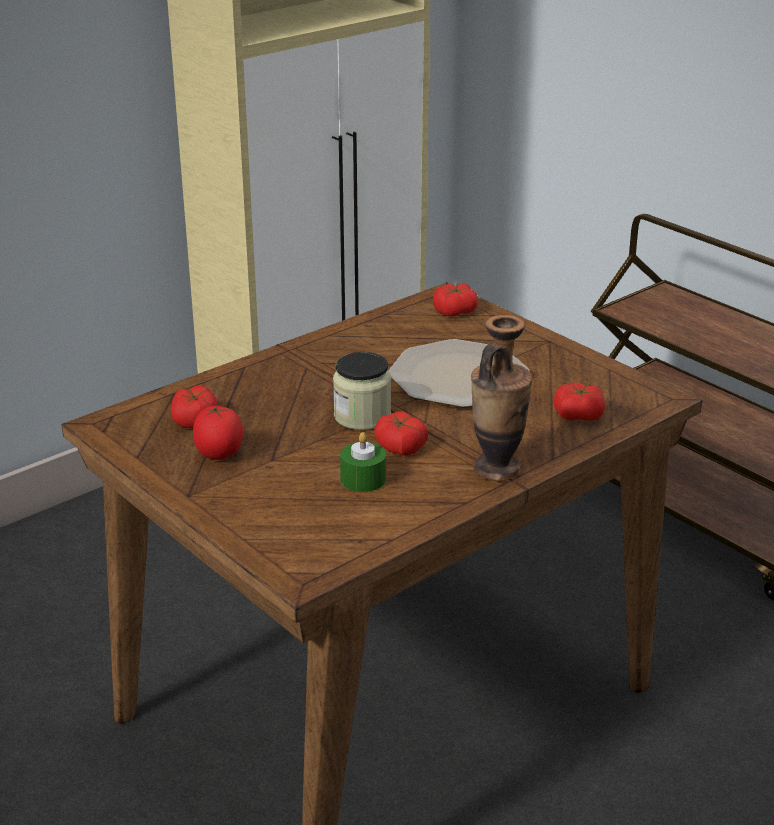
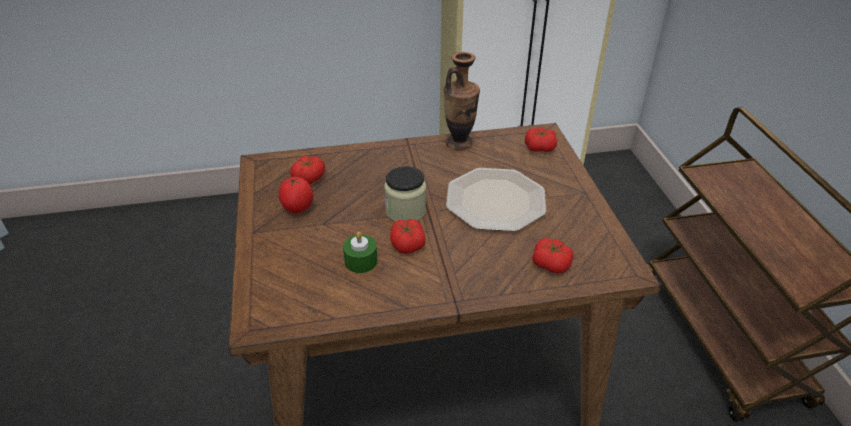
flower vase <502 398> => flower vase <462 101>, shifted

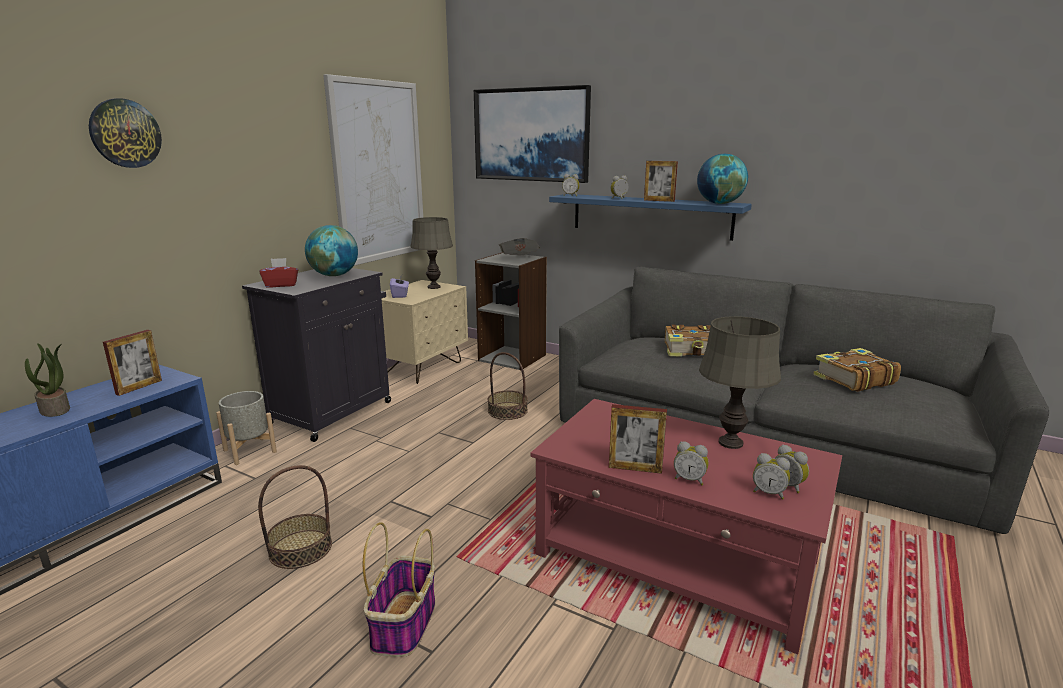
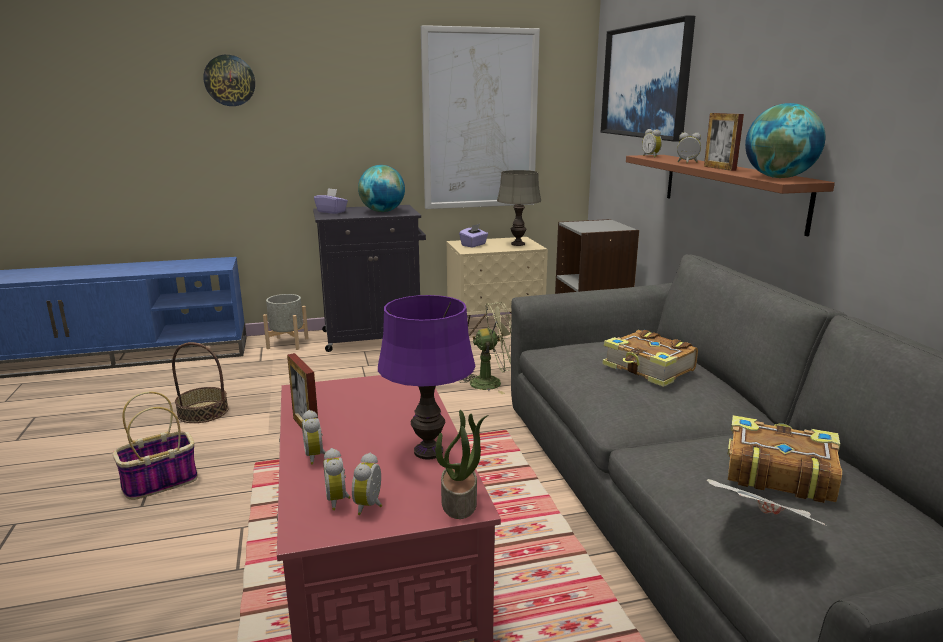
reddish box of tissues <278 273> => purple box of tissues <331 201>
grey table lamp <740 382> => purple table lamp <427 377>
potted plant <47 380> => potted plant <462 464>, shifted
storage basket <508 386> => green cooling fan <485 348>
blue bracket shelf <650 217> => brownish bracket shelf <730 195>
printed paper <519 246> => printed paper <767 503>, shifted
standing frame <132 363> => nothing

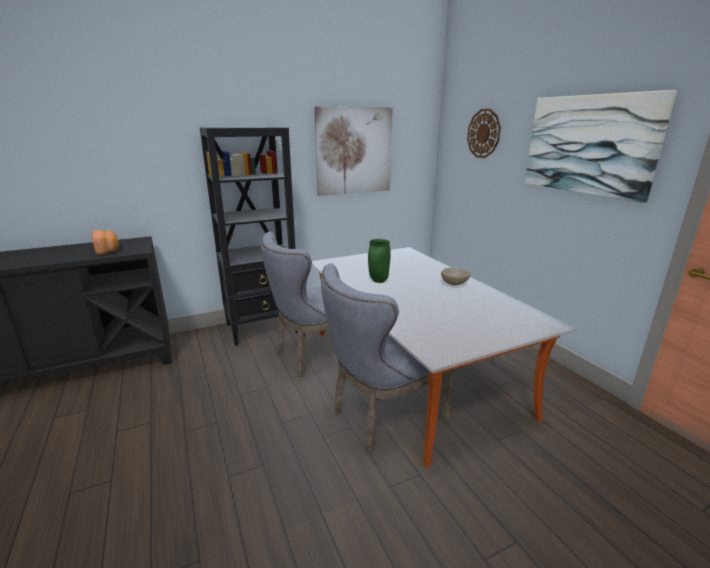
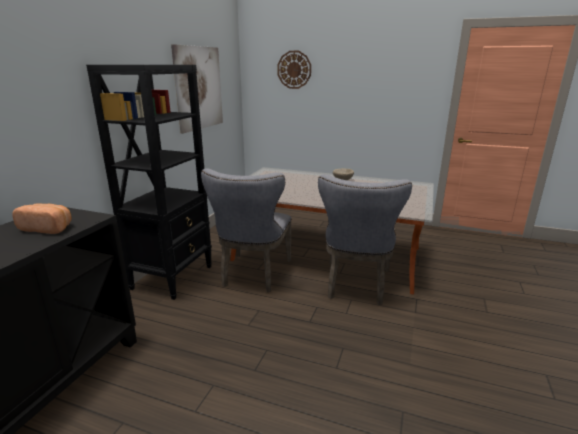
green flower vase <379 261> => nothing
wall art <601 146> => nothing

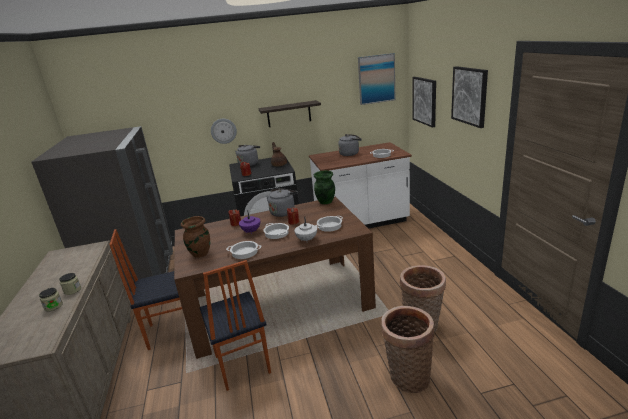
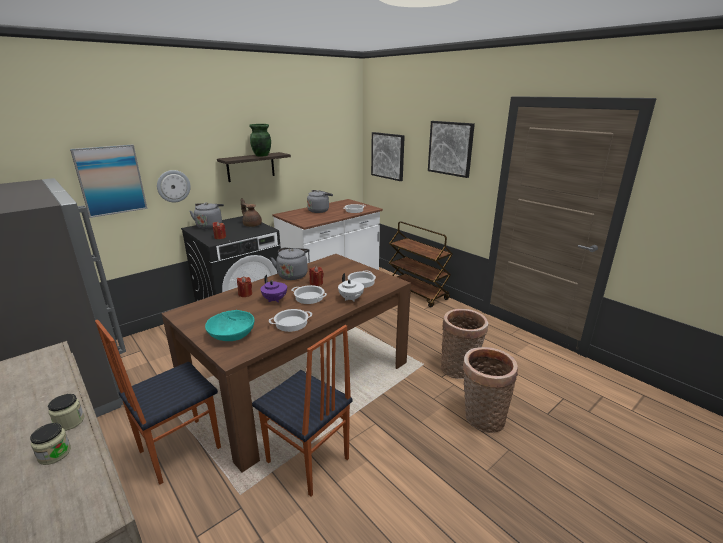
wall art <377 79> => wall art <108 181>, shifted
brownish flower vase <195 237> => turquoise serving bowl <229 325>
green flower vase <324 187> => green flower vase <260 140>, shifted
nothing => brownish trolley <421 264>

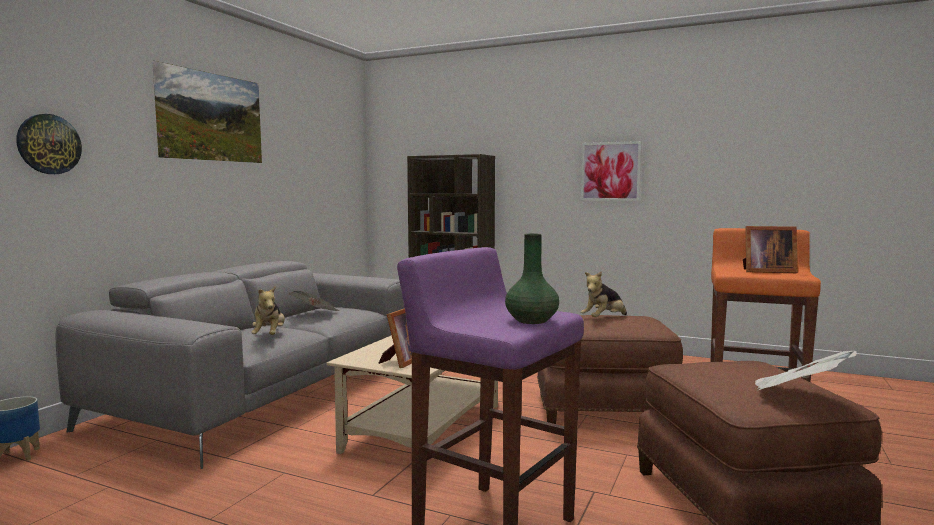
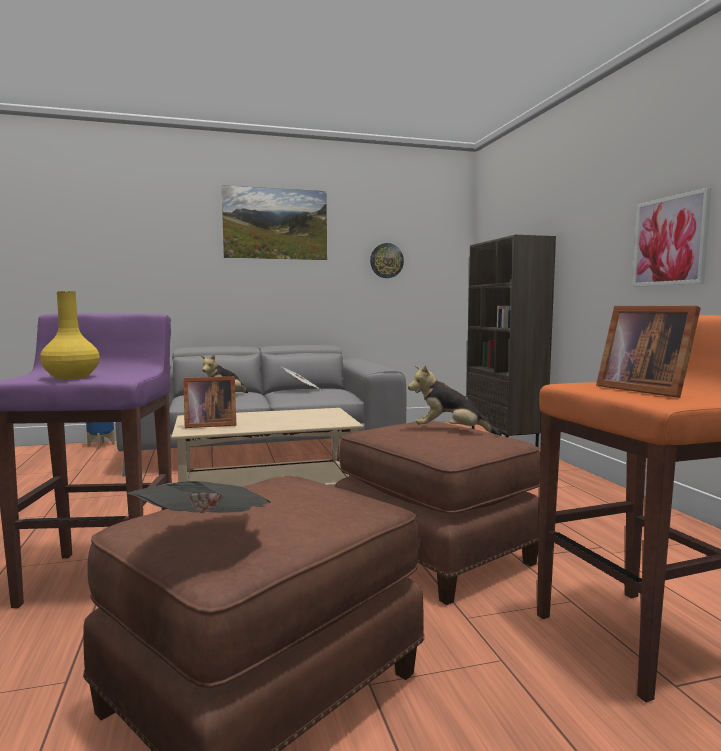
green flower vase <532 278> => yellow flower vase <70 335>
clock on the wall <49 144> => clock on the wall <387 260>, shifted

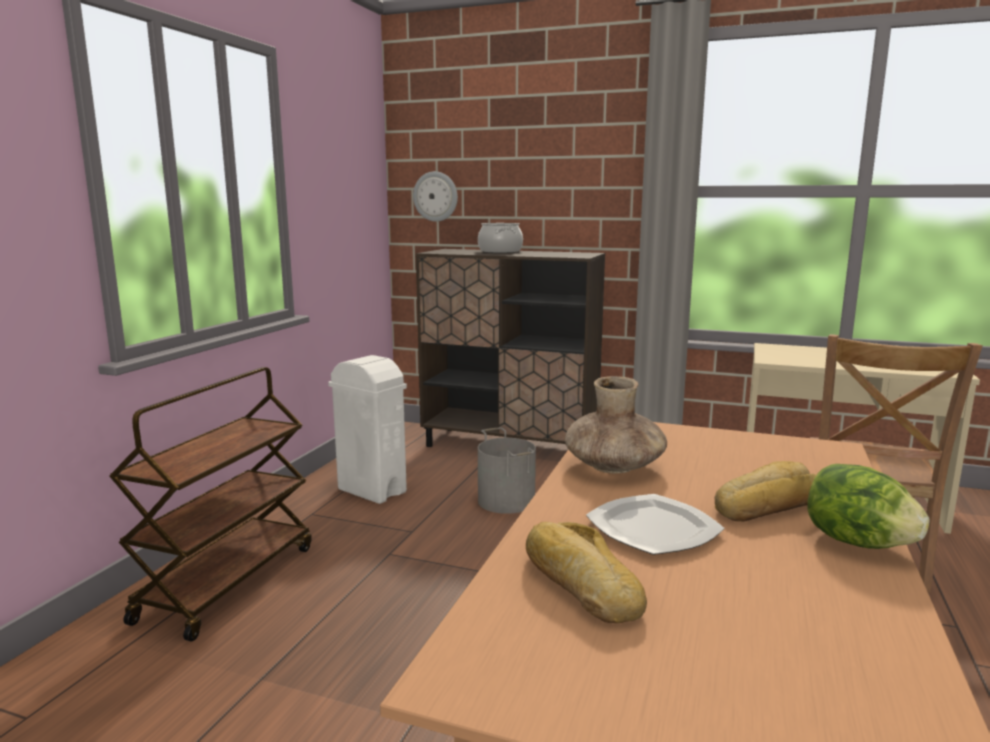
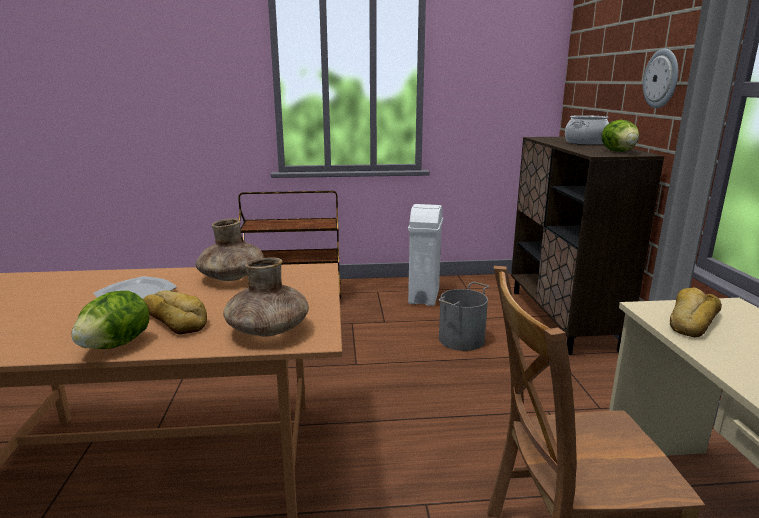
nothing => brownish flower vase <266 297>
nothing => head of lettuce <620 136>
clock on the wall <435 196> => clock on the wall <660 78>, shifted
baked bread <586 572> => baked bread <696 312>, shifted

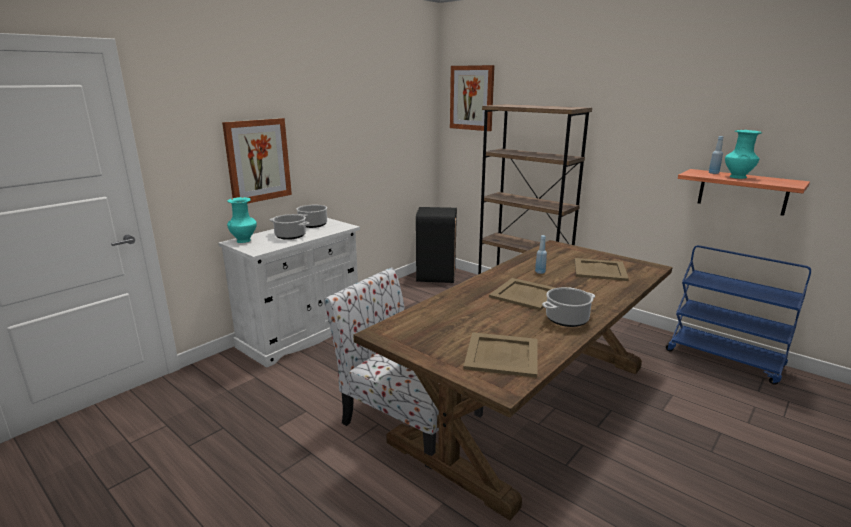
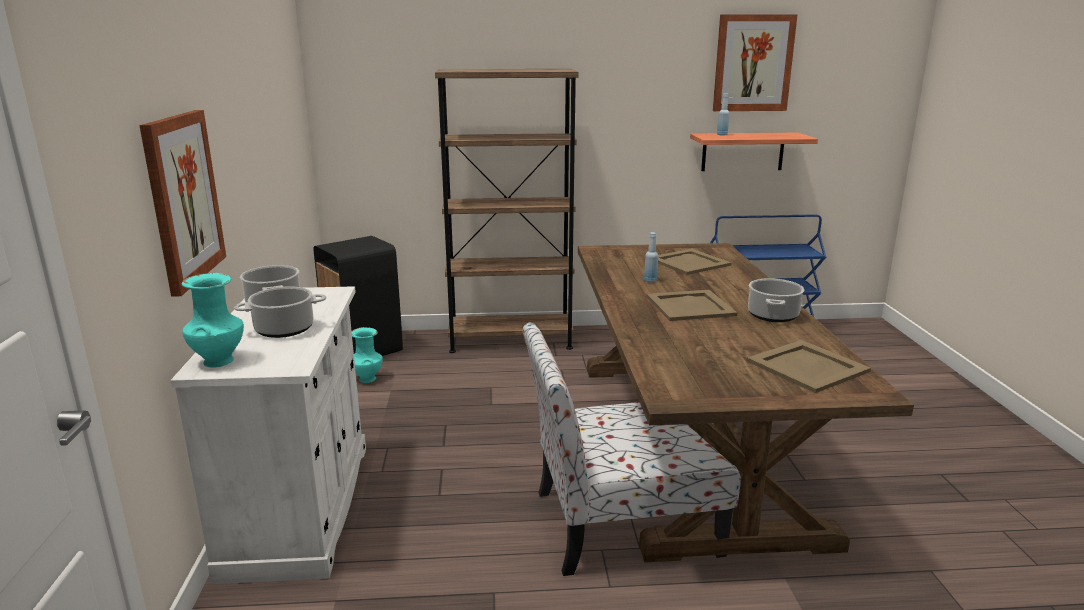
turquoise flower vase <743 154> => turquoise flower vase <367 355>, shifted
wall art <472 98> => wall art <755 62>, shifted

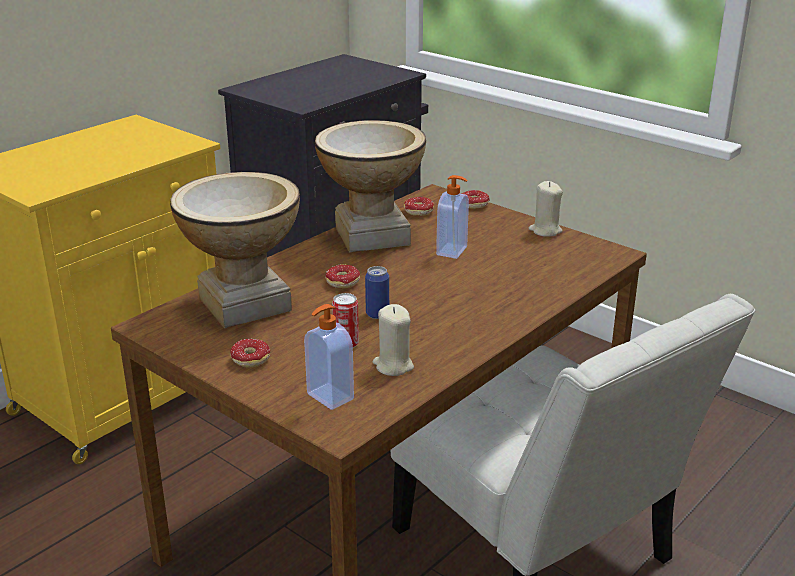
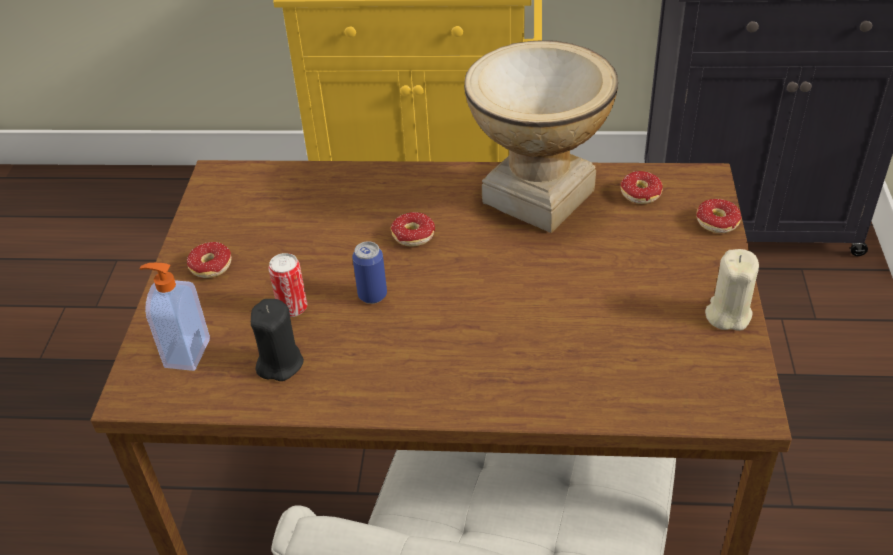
beige-coloured wax light <393 340> => black-coloured wax light <277 340>
flower vase <235 250> => nothing
liquid soap bottle <452 217> => nothing

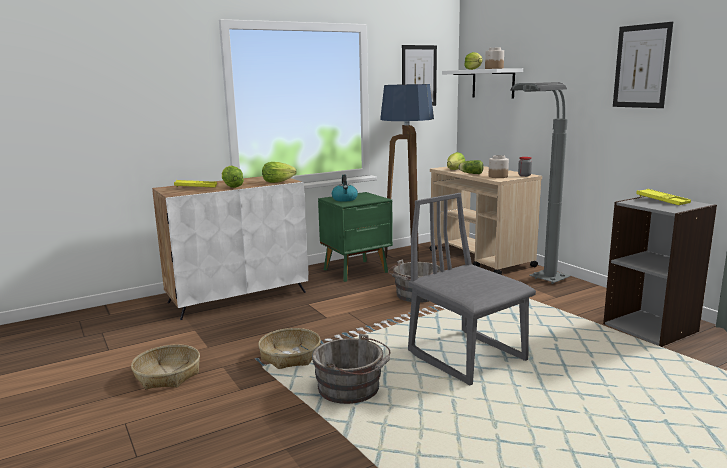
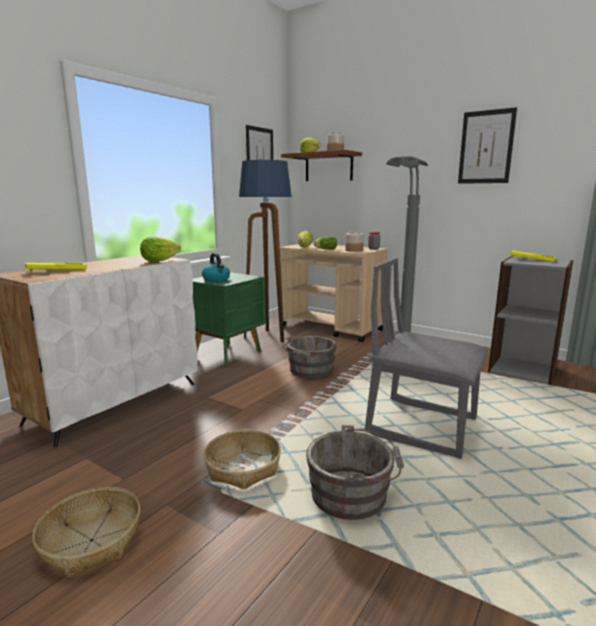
whitish bracket shelf <482 83> => brownish bracket shelf <321 165>
head of lettuce <233 177> => nothing

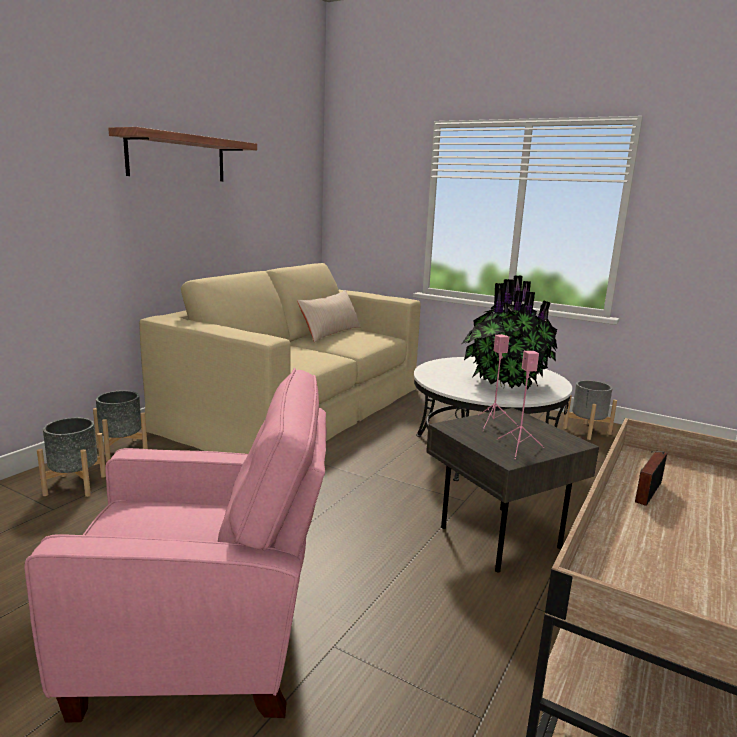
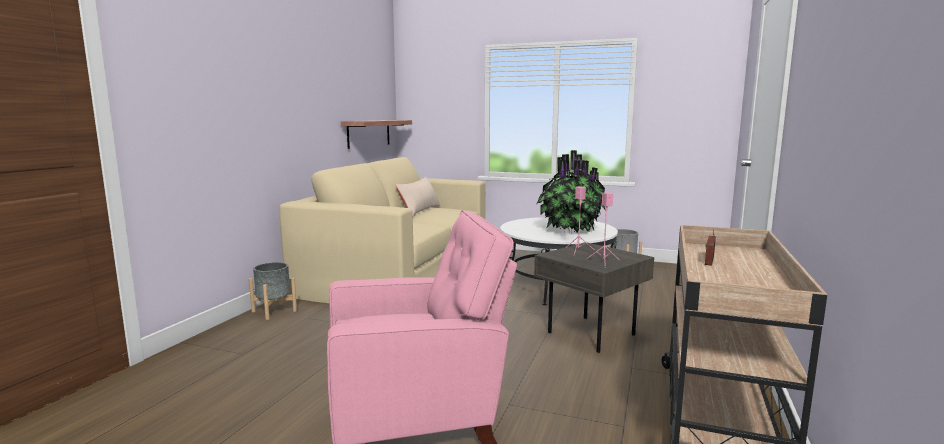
bracket shelf <182 154> => bracket shelf <376 134>, shifted
grey plant pot <71 457> => nothing

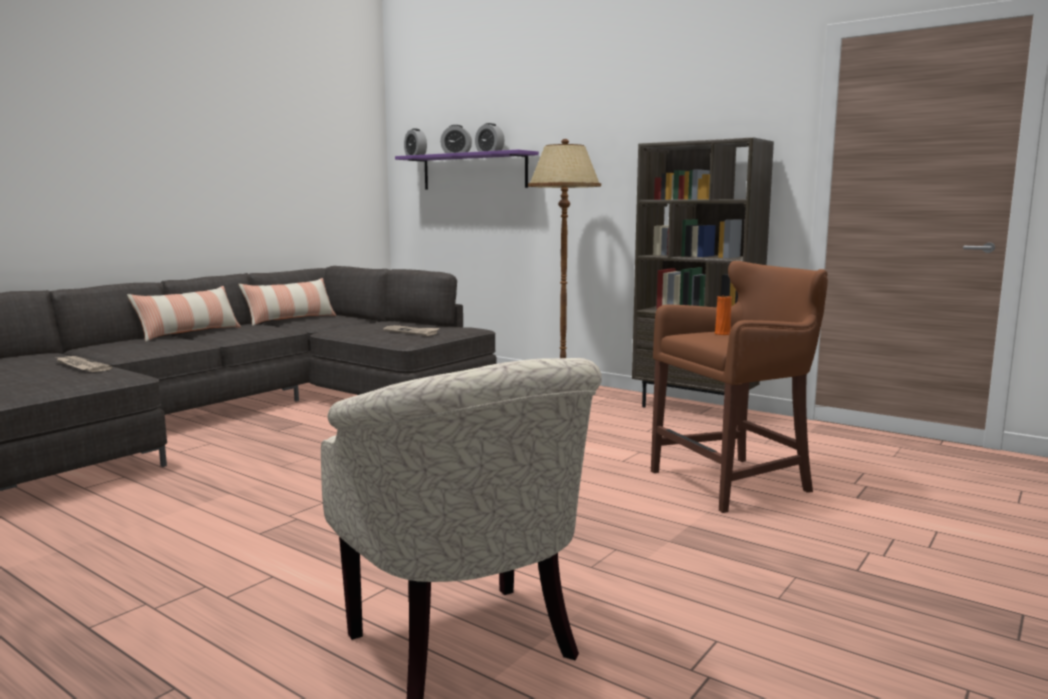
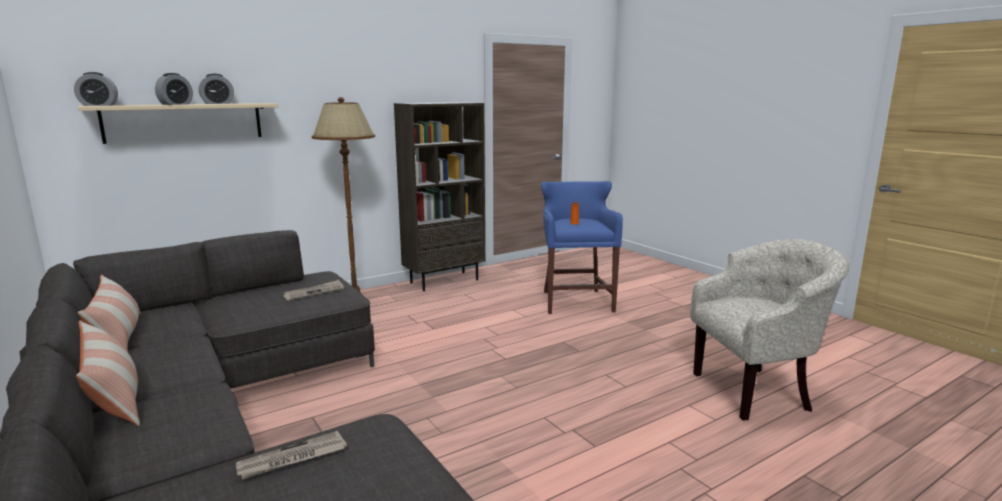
purple bracket shelf <467 169> => beige-coloured bracket shelf <178 123>
brownish stool <739 387> => blue stool <582 247>

